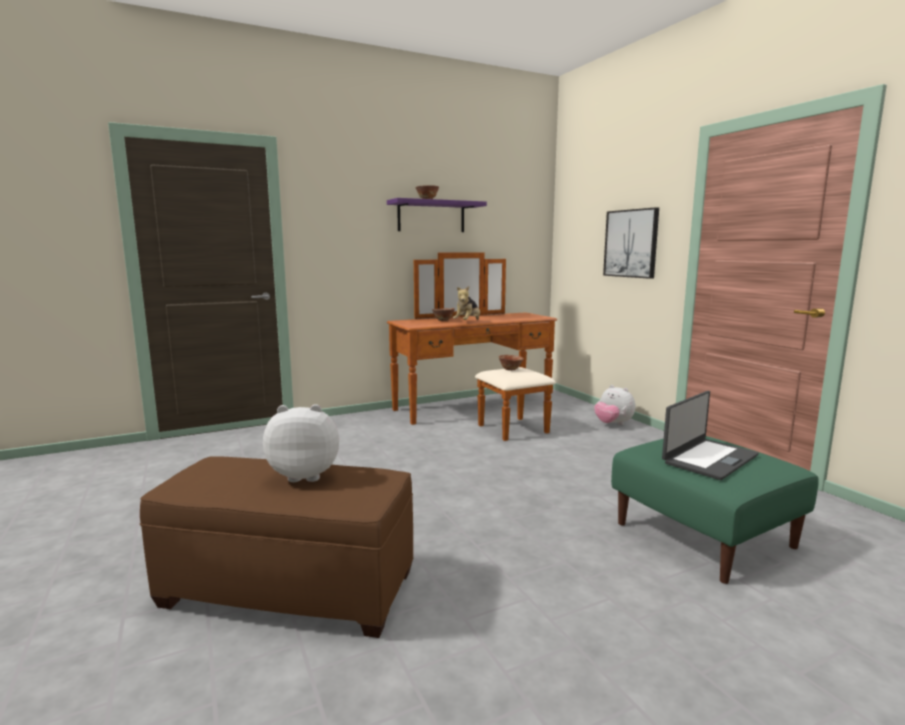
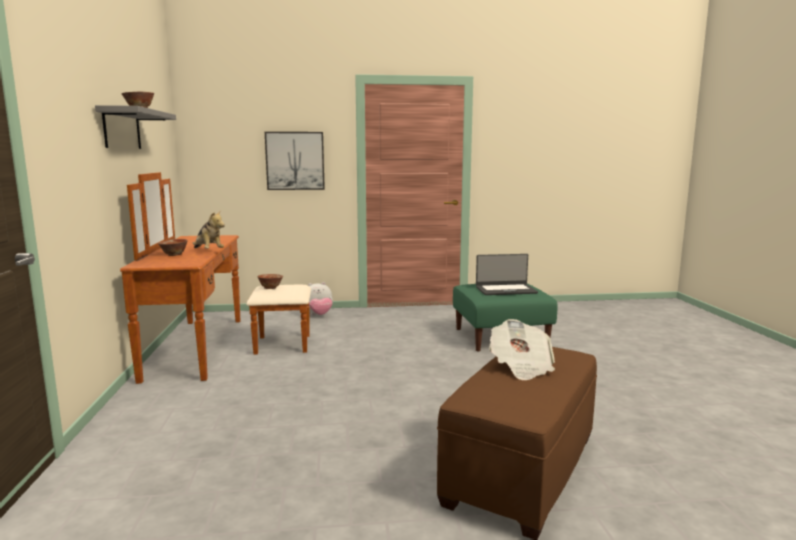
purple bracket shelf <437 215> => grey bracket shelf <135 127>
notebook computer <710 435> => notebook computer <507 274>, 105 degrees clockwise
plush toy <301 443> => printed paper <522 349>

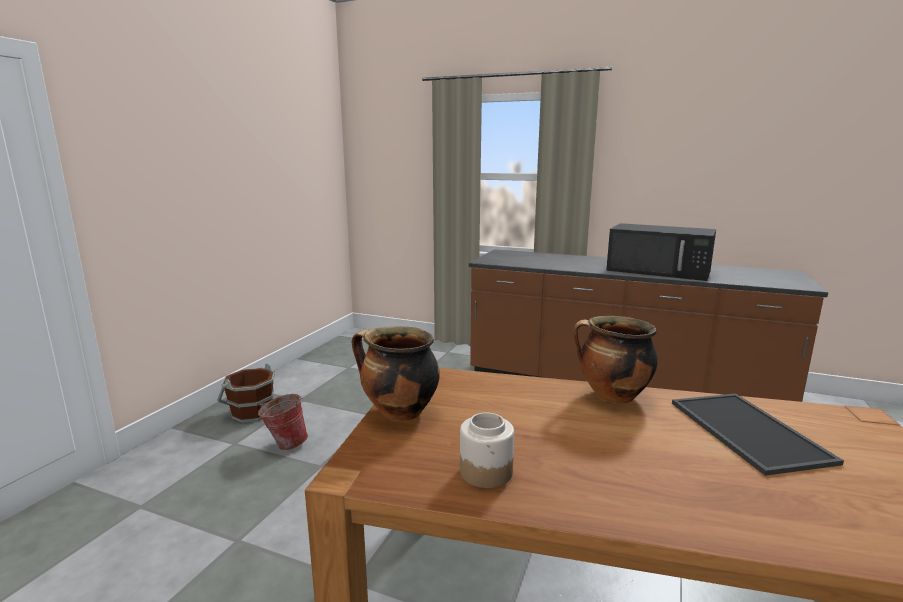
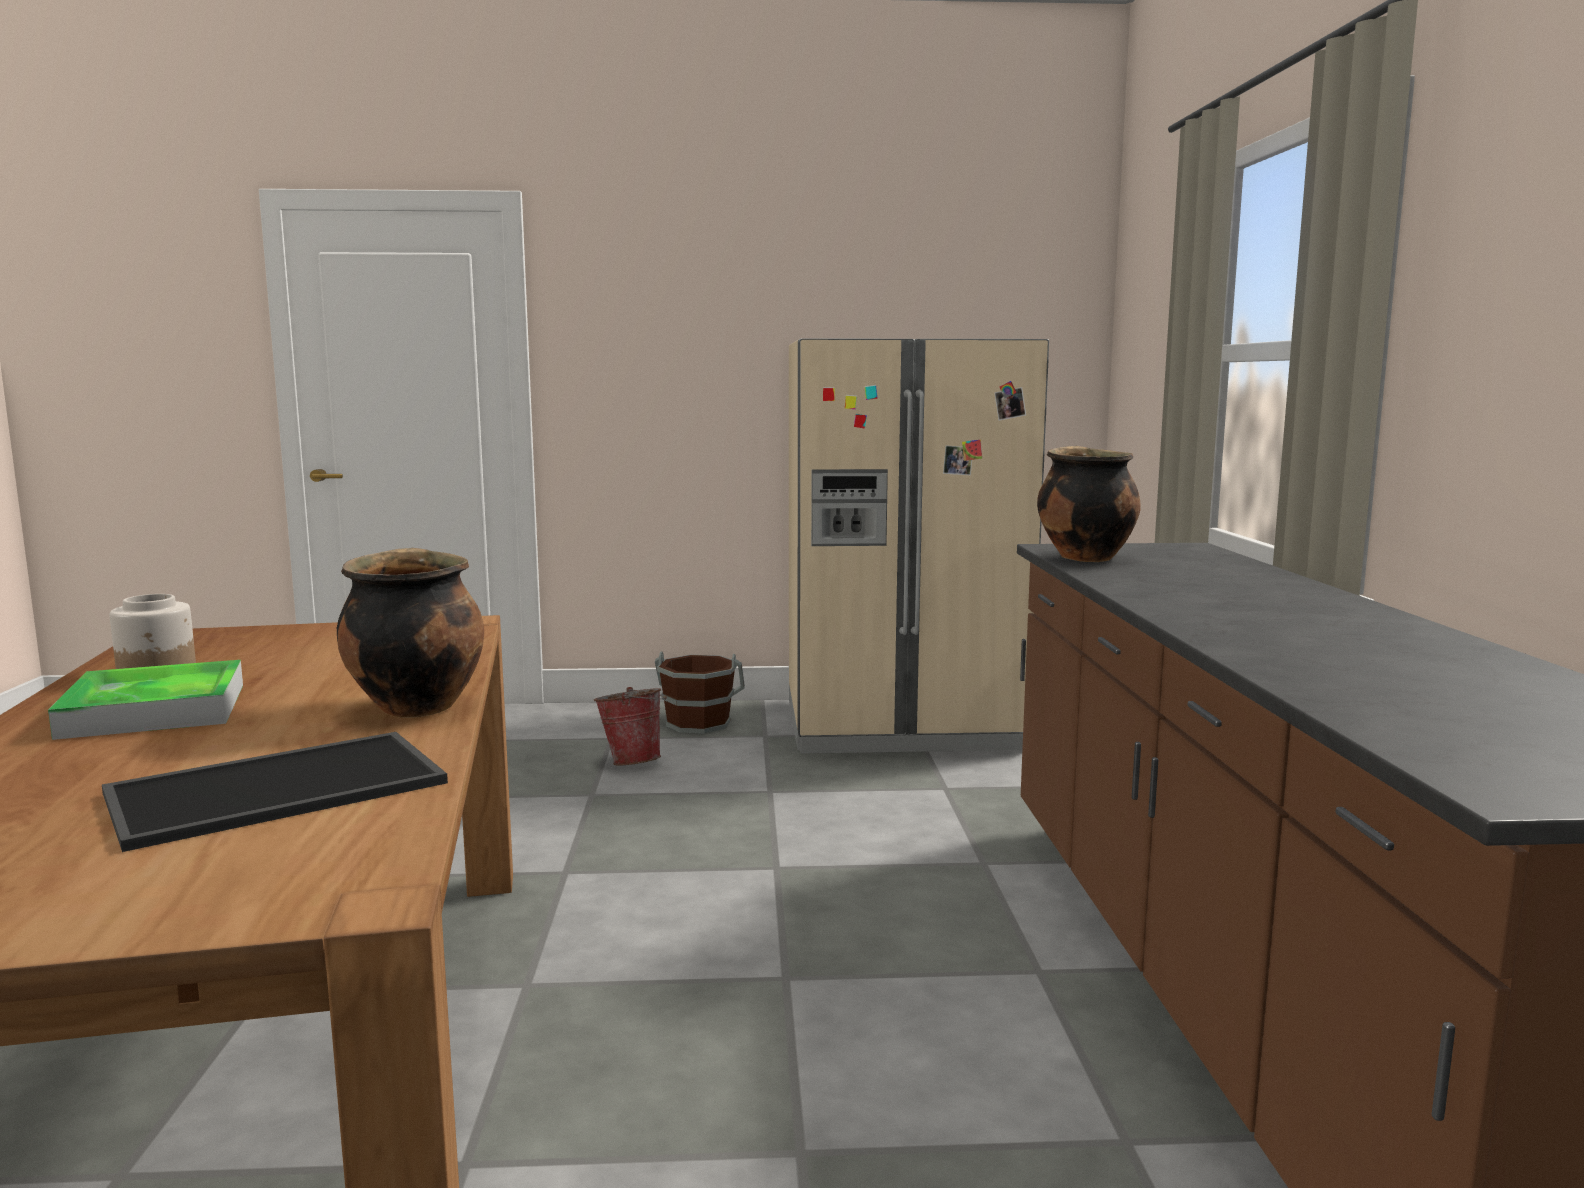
nothing => tray <145 700>
nothing => beige-coloured refrigerator <919 546>
stockpot <396 373> => stockpot <1089 504>, shifted
black-coloured microwave <661 252> => nothing

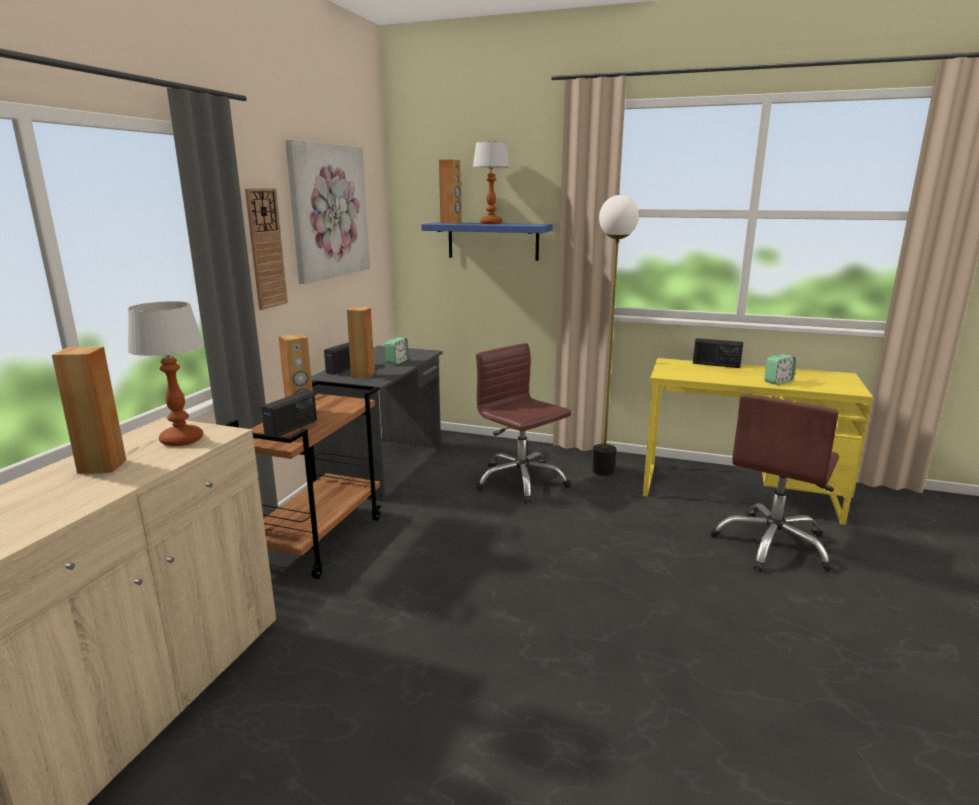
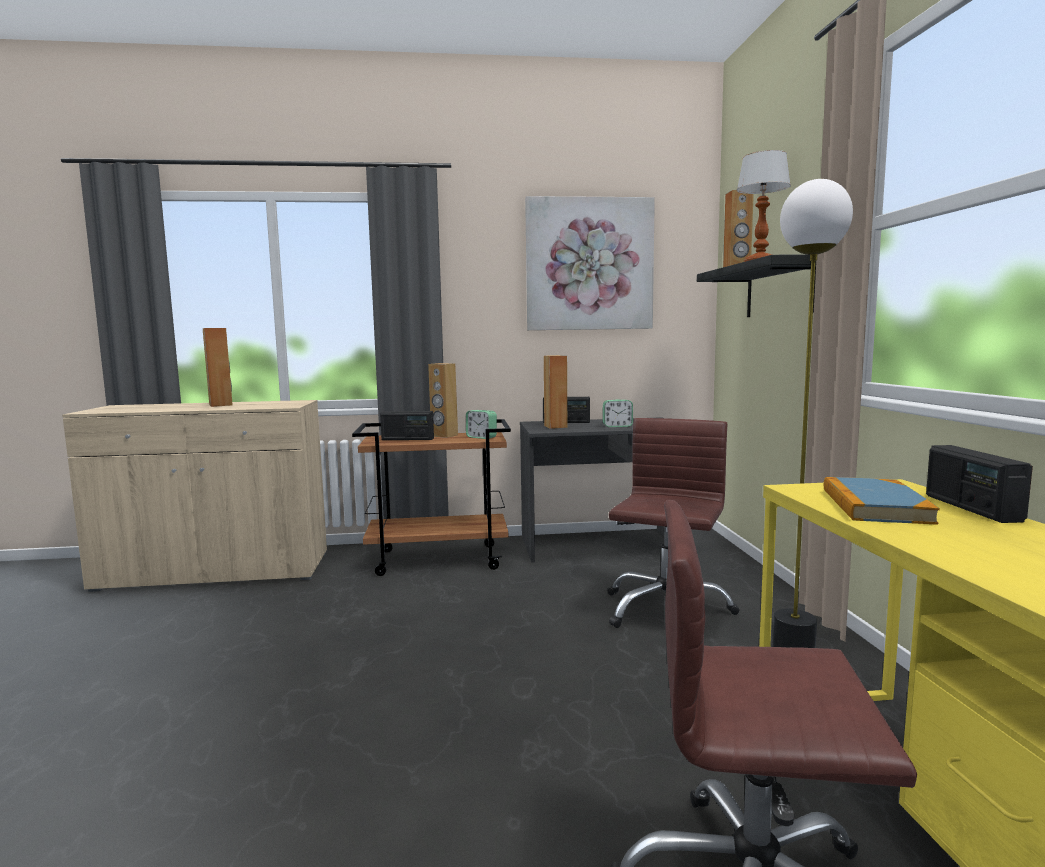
alarm clock <780 369> => alarm clock <481 424>, shifted
blue bracket shelf <487 241> => black-coloured bracket shelf <756 286>
nothing => volume <881 501>
table lamp <166 373> => nothing
clock on the wall <266 249> => nothing

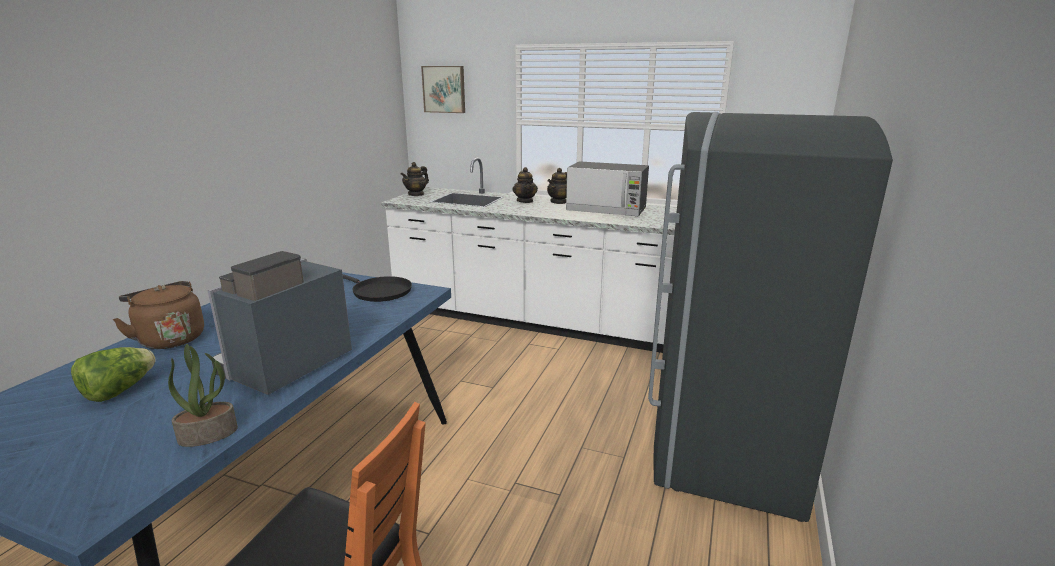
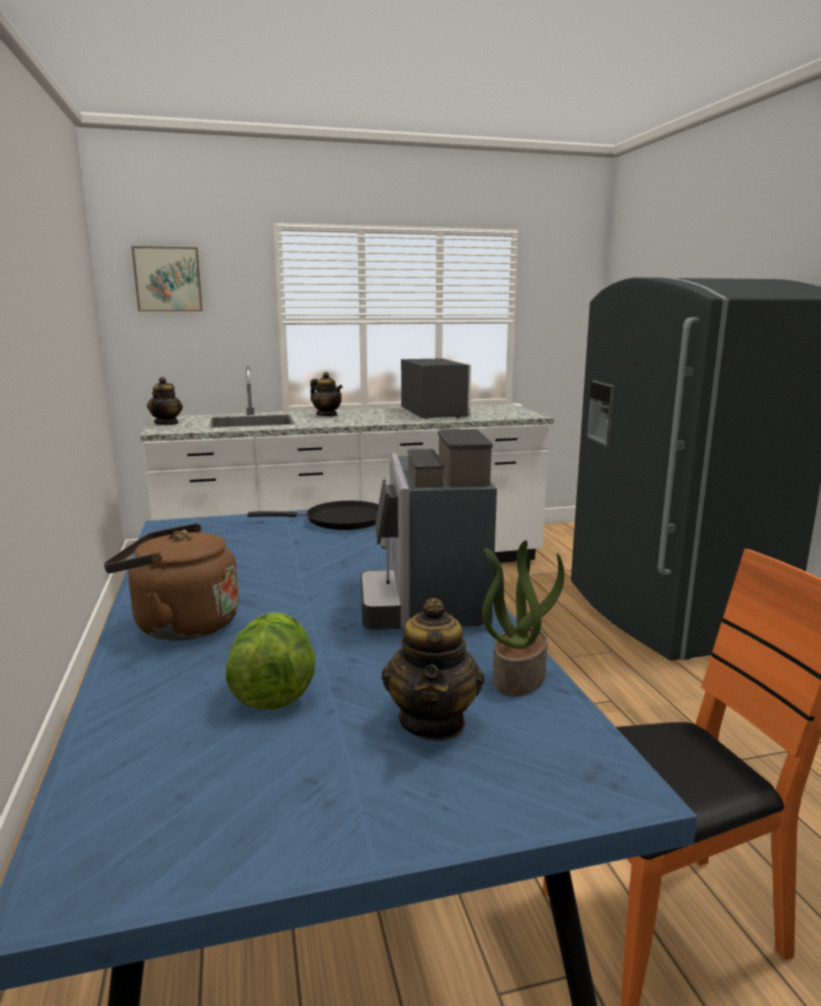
tea pot <557 186> => tea pot <433 669>, shifted
microwave <607 188> => microwave <436 388>, 90 degrees counterclockwise

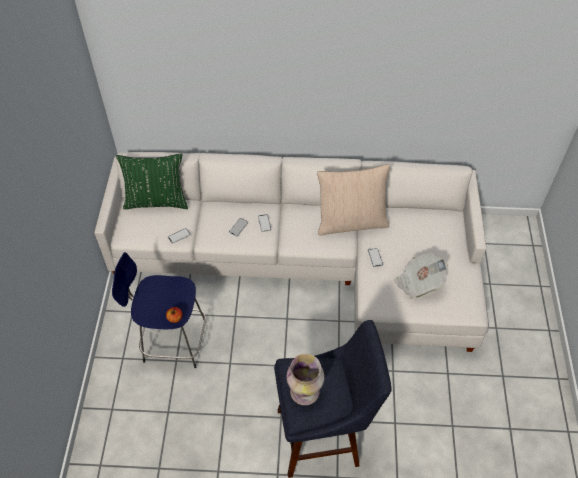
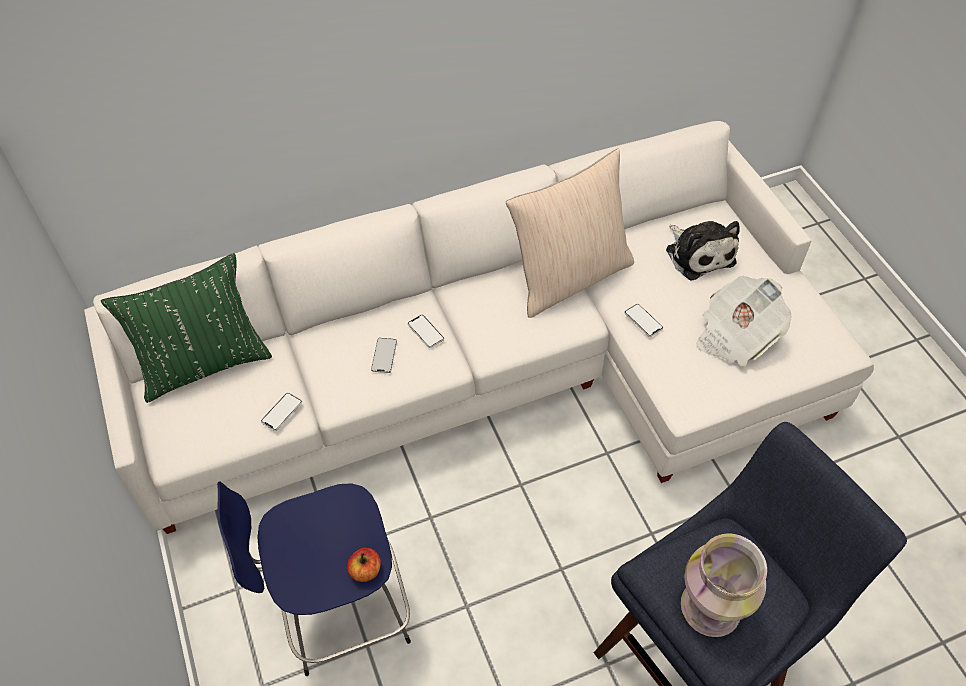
nothing => plush toy <703 250>

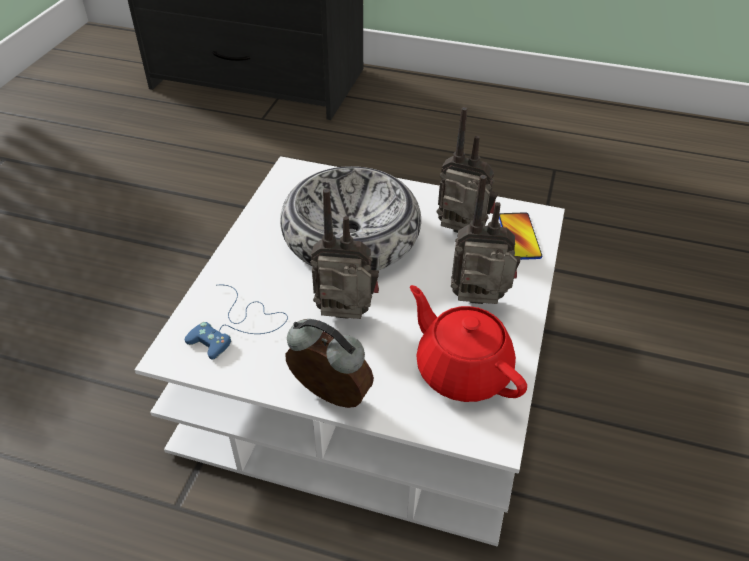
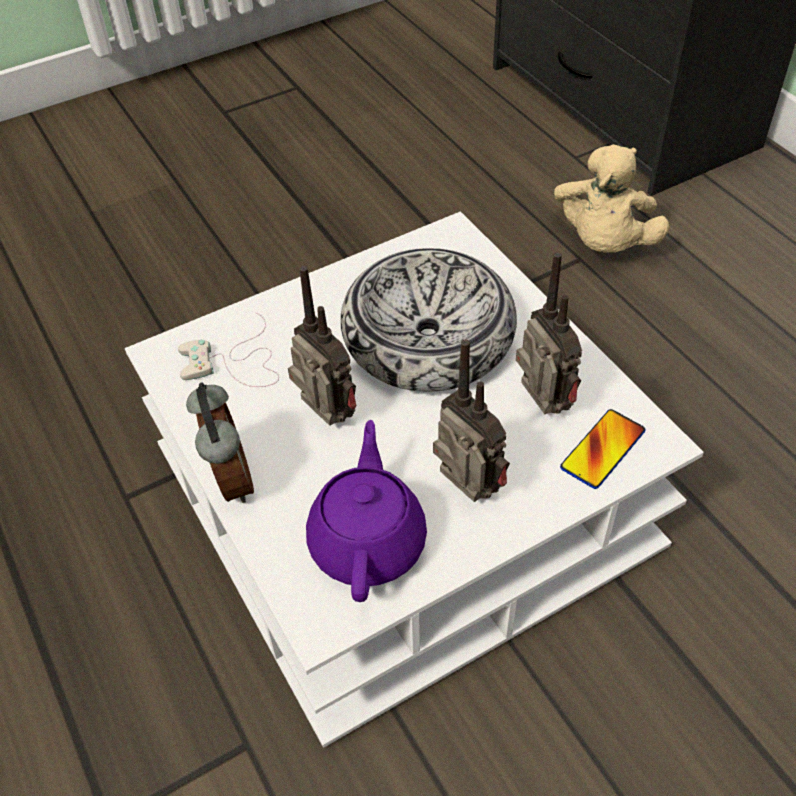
blue joypad <236 322> => whitish joypad <228 349>
reddish tea pot <468 343> => purple tea pot <366 511>
nothing => beige-coloured plush toy <611 198>

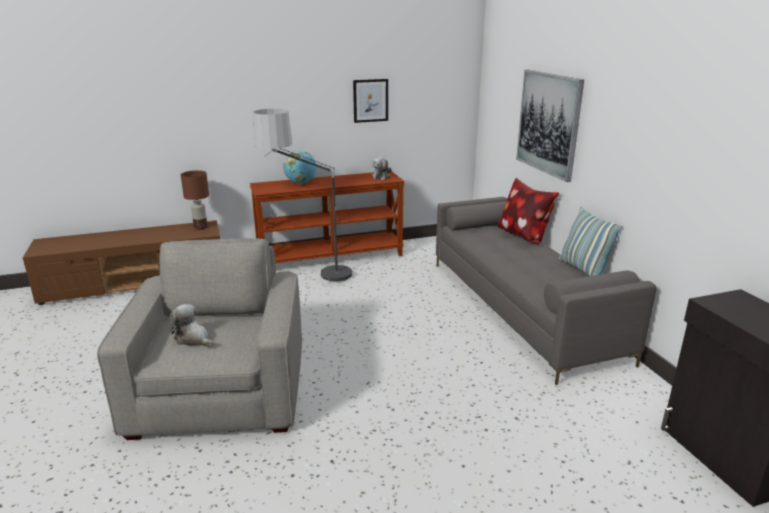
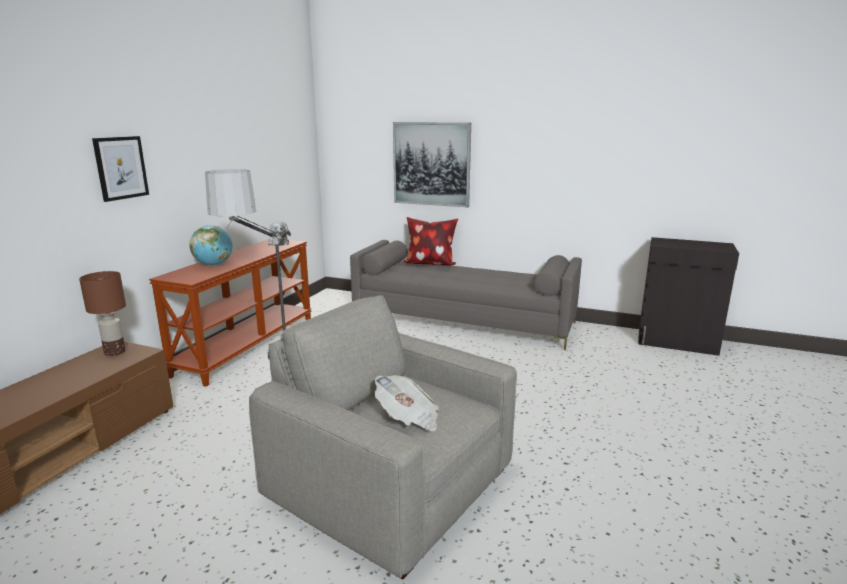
wall art <370 101> => wall art <120 169>, shifted
plush toy <191 325> => printed paper <407 403>
cushion <590 241> => nothing

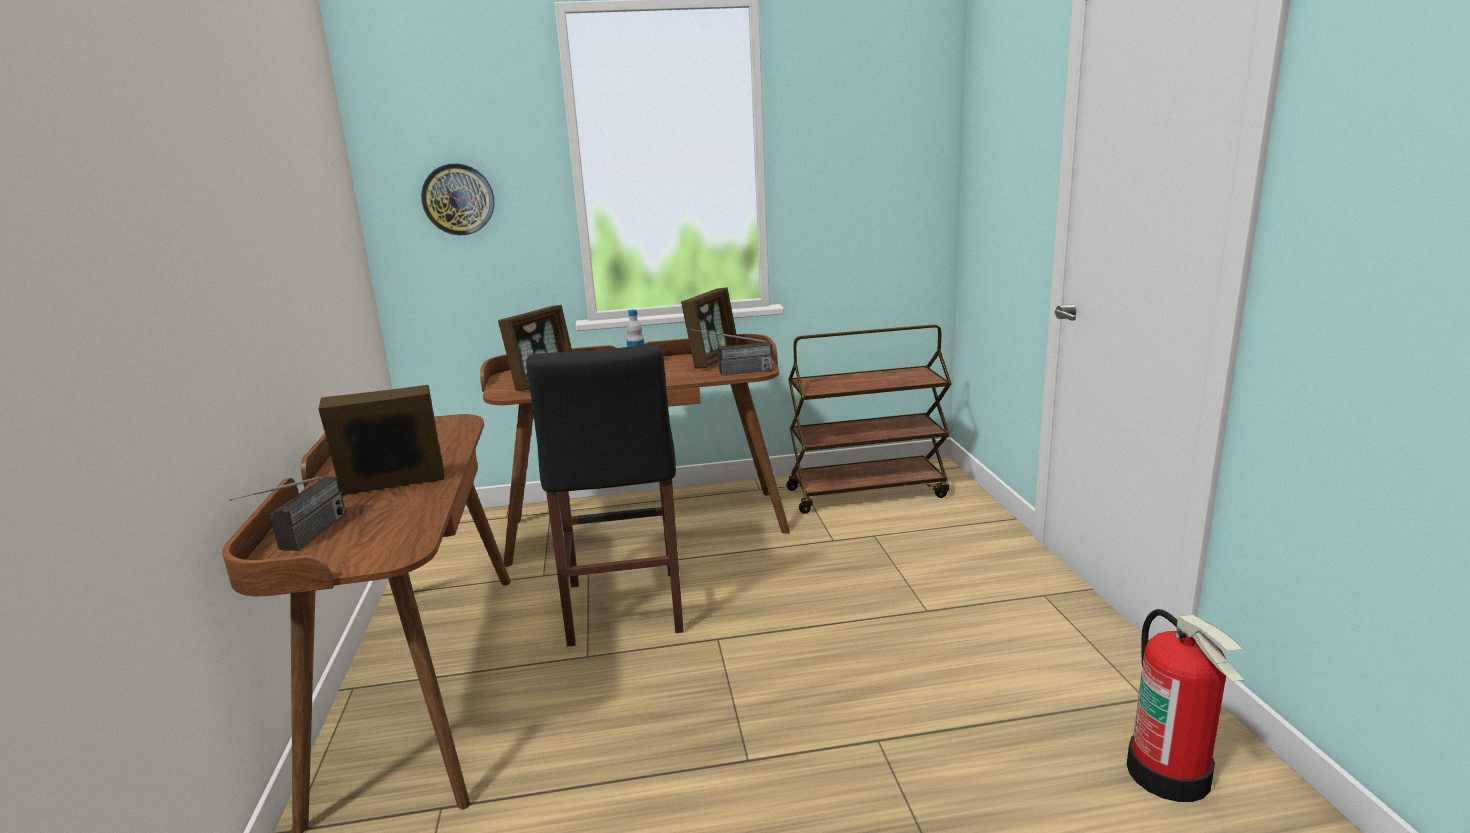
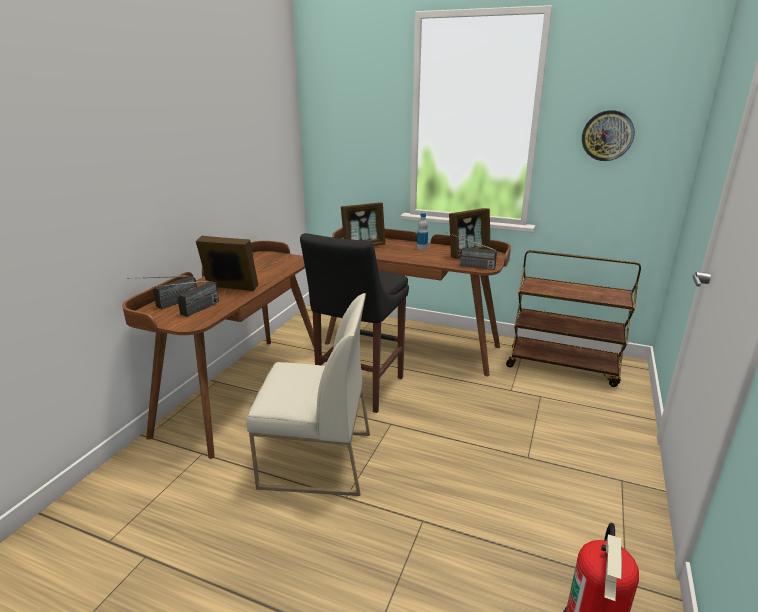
nothing => radio <187 299>
nothing => whitish plain chair <308 394>
clock on the wall <458 199> => clock on the wall <608 135>, shifted

